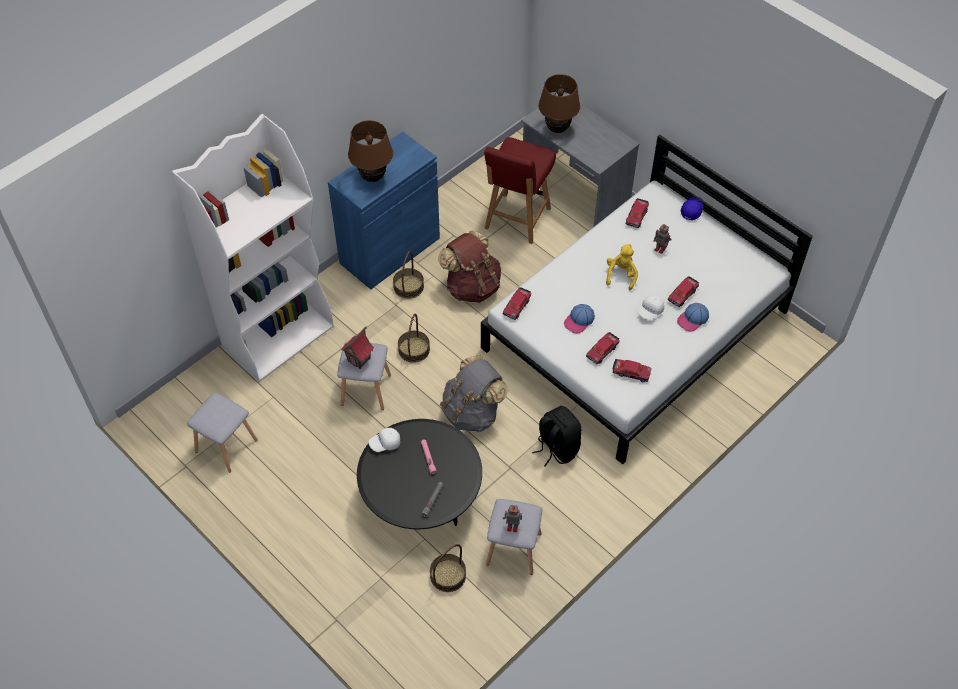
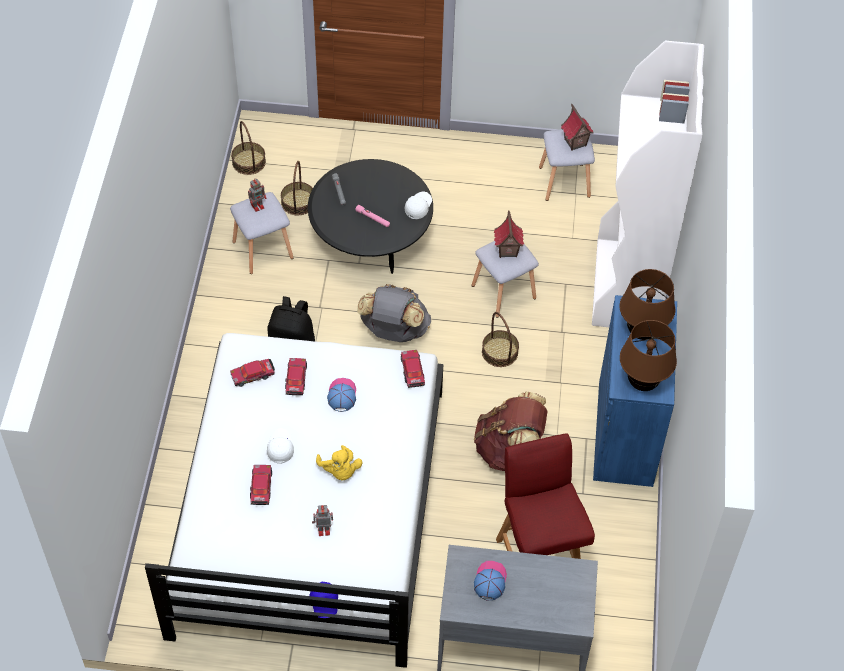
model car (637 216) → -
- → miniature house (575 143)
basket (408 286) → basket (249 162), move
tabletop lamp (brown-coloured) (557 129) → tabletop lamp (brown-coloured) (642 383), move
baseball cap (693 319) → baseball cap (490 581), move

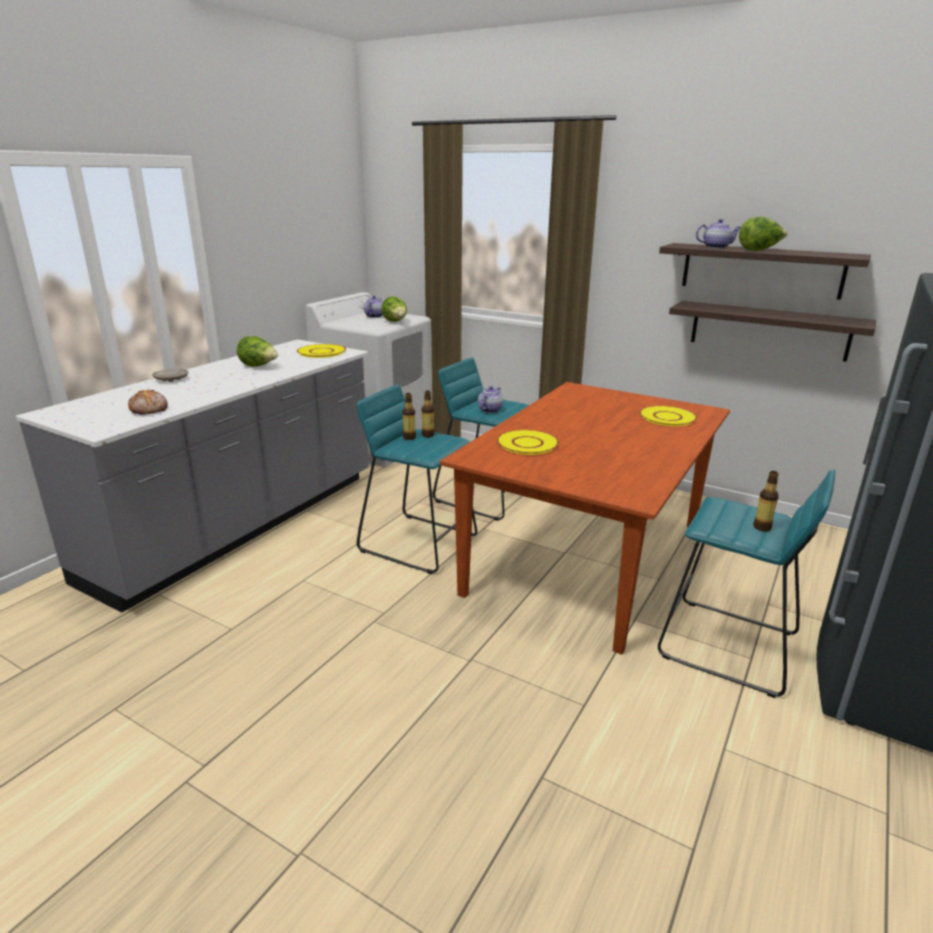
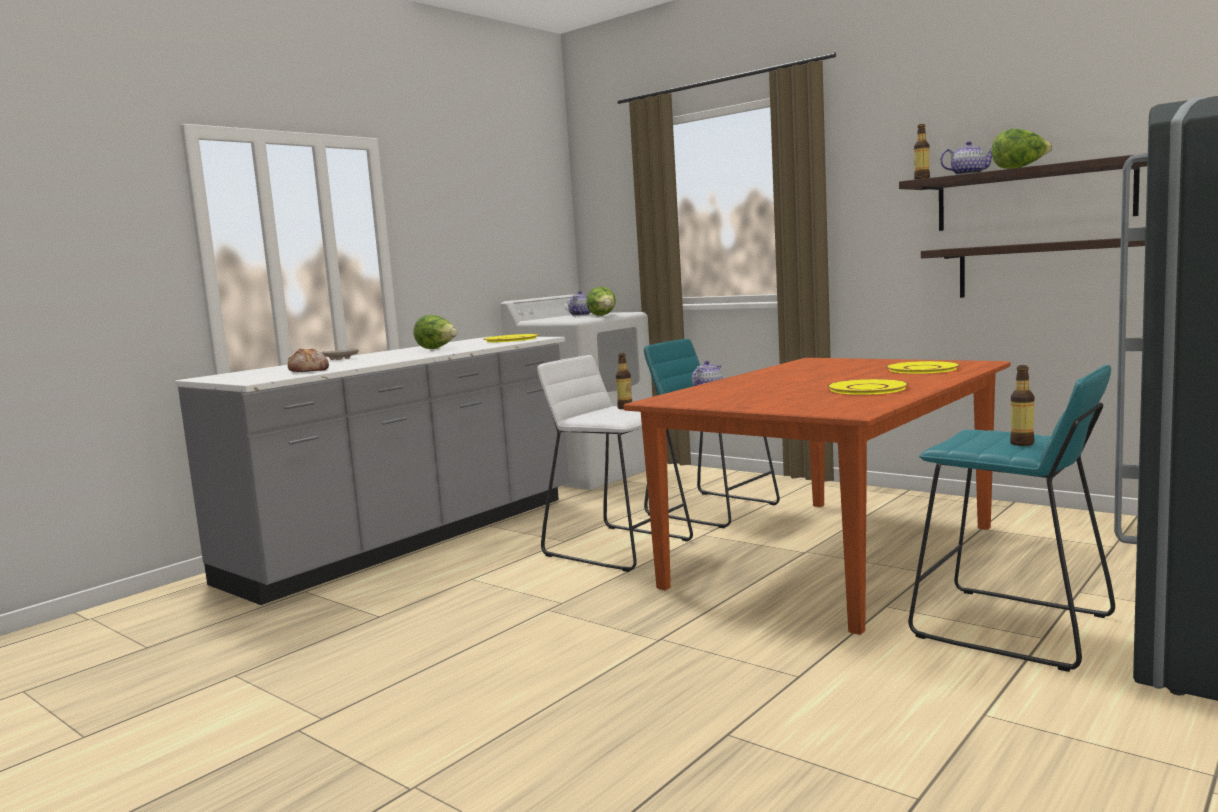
drink bottle (409 437) → drink bottle (921 179), move
plate (yellow) (527 443) → plate (yellow) (867 388), move
stool (blue-green) (418 542) → stool (white) (618 547)

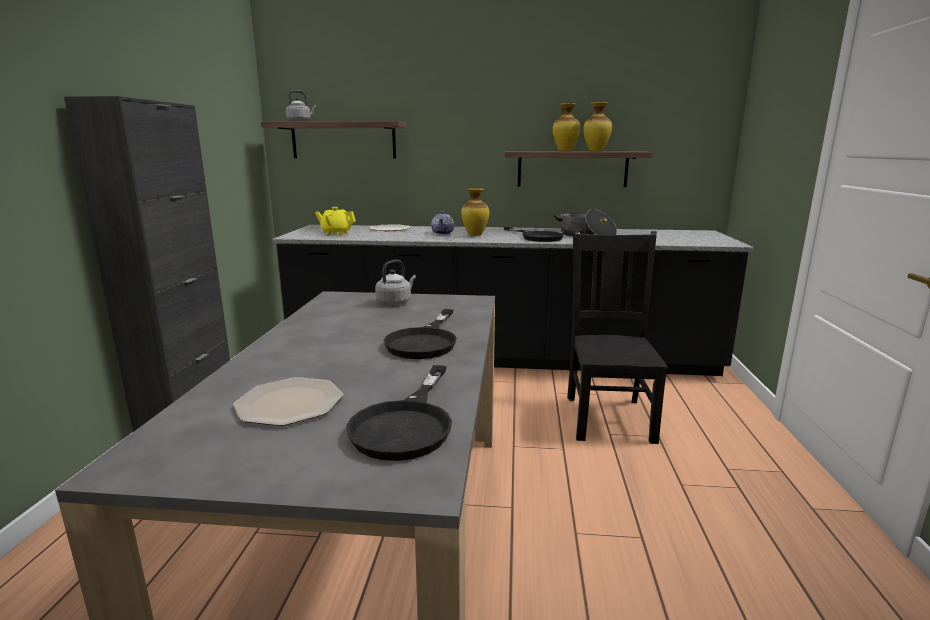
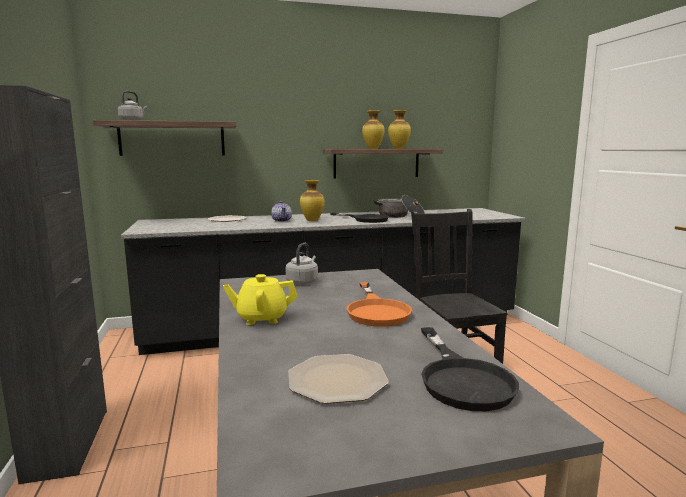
pot for tea (yellow) (336 233) → pot for tea (yellow) (261 318), move
frying pan (black-coloured) (425 341) → frying pan (orange) (376 310)

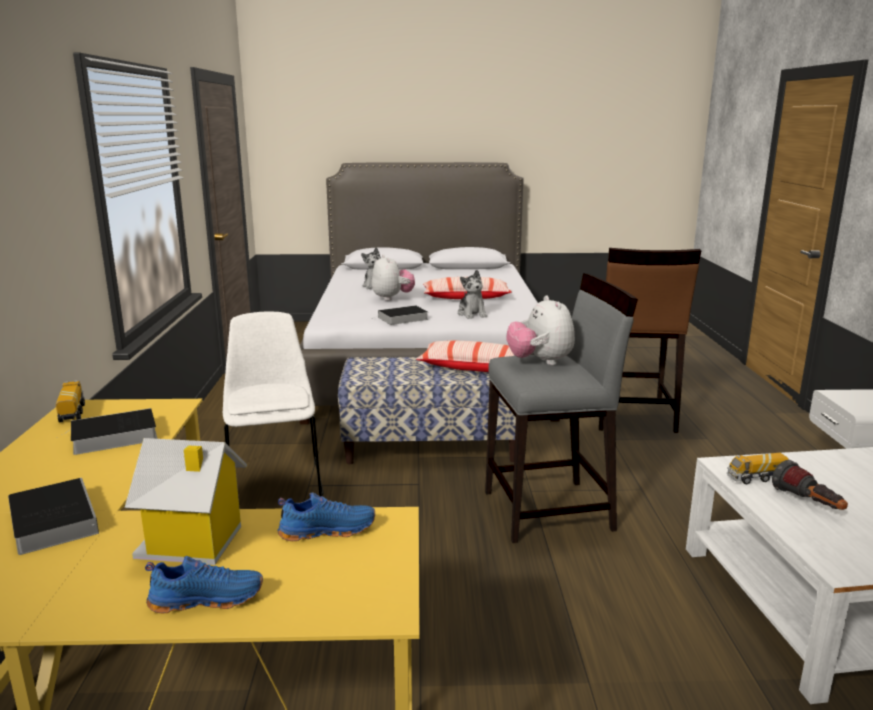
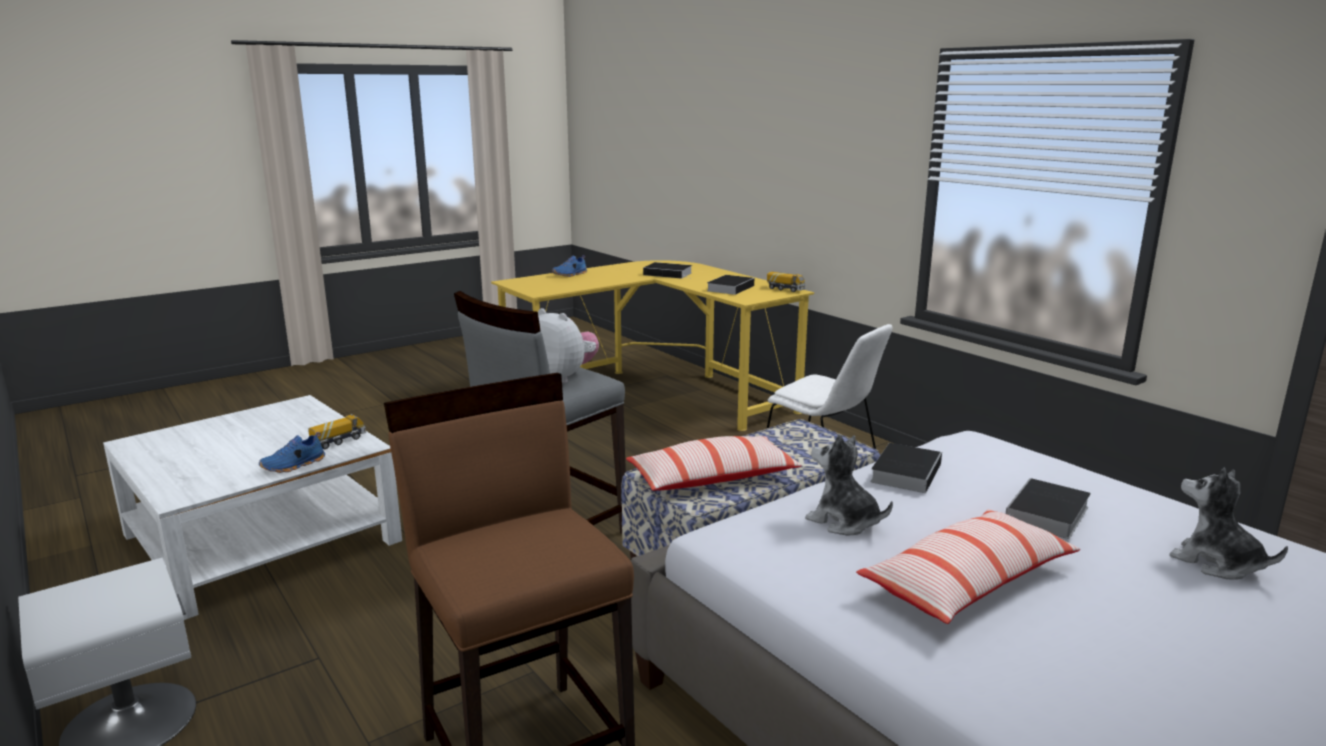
miniature house (193 543) → -
torch (808 504) → -
shoe (blue) (327 530) → shoe (blue) (294 465), move
plush toy (392 298) → volume (1047 515)

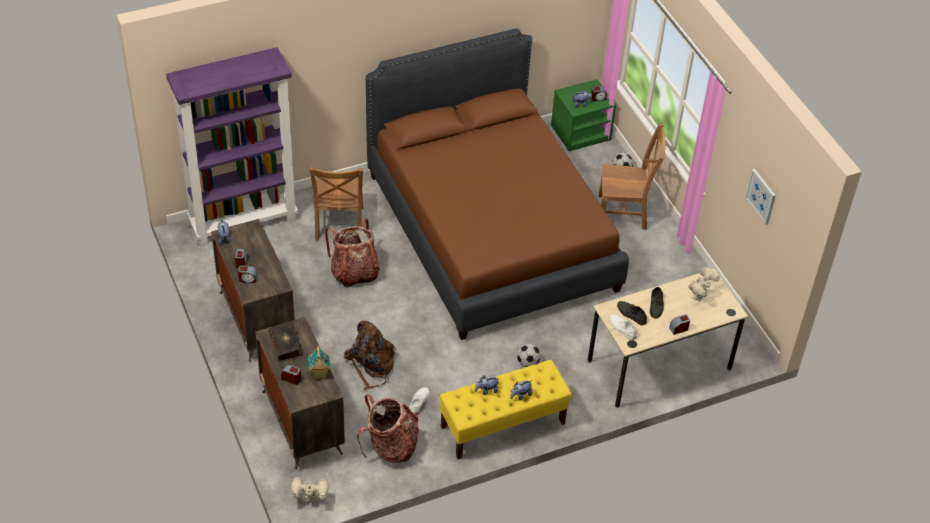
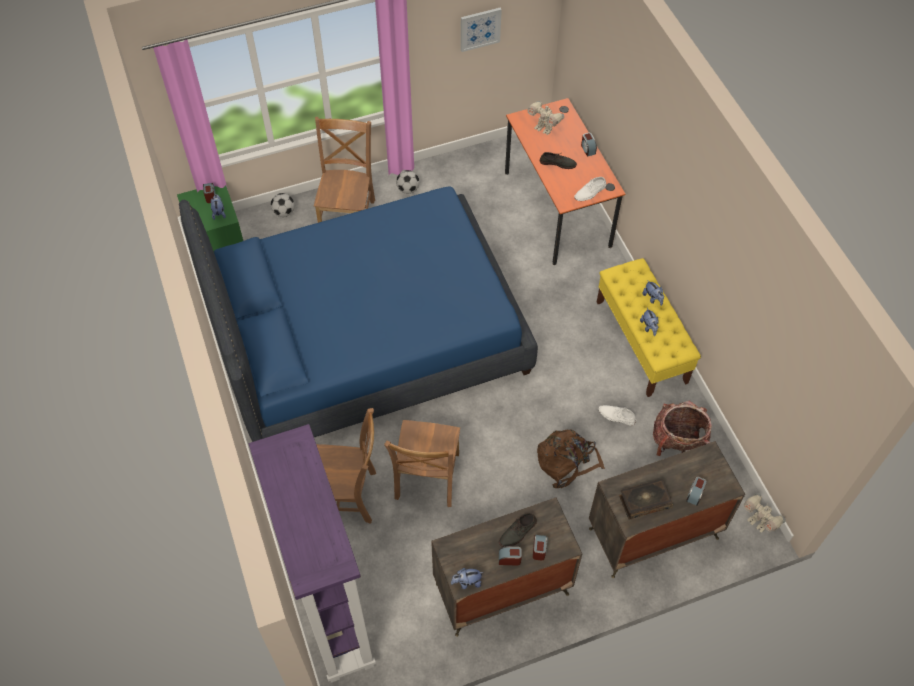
miniature house (319 375) → -
football ball (528 363) → football ball (408 189), move
shoe (grey) (631 314) → shoe (grey) (518 532), move
backpack (354 272) → upright chair (brown-coloured) (426 479)
sleeping bed (brown-coloured) (491 231) → sleeping bed (blue) (367 337)
desk table (beige) (659 365) → desk table (orange) (557 209)
toy robot (310 501) → toy robot (758 522), 45 degrees counterclockwise

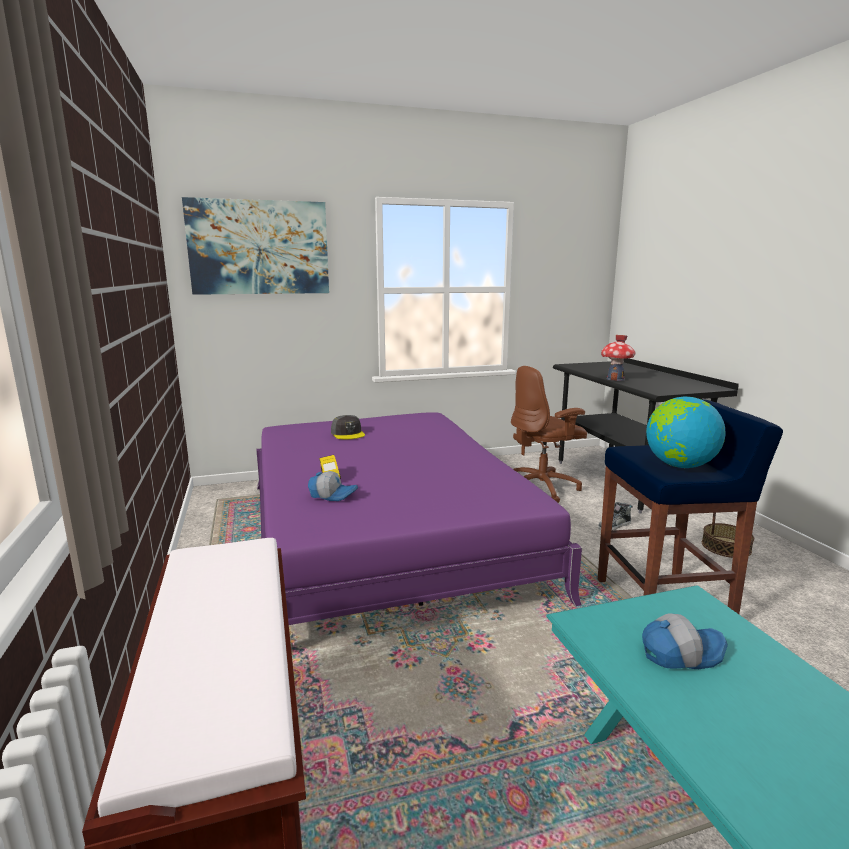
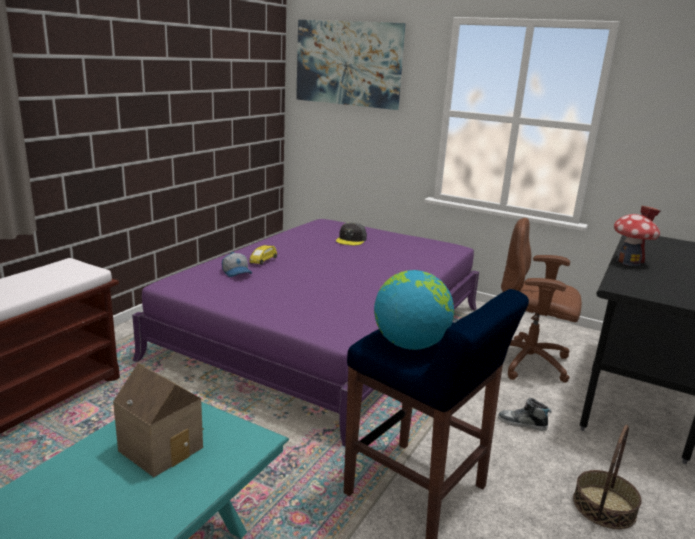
baseball cap (680 653) → miniature house (164 447)

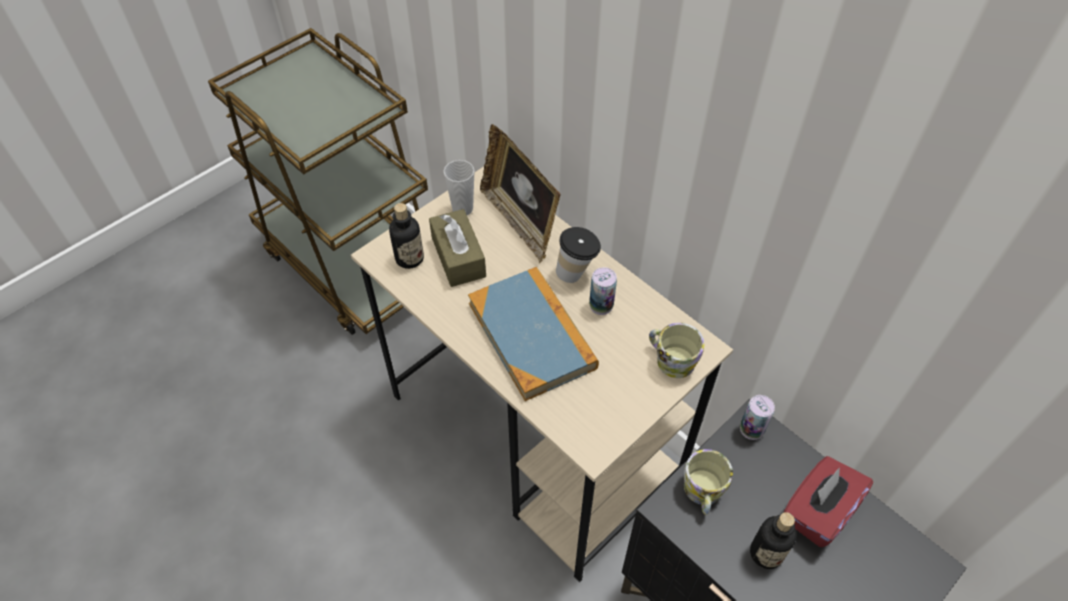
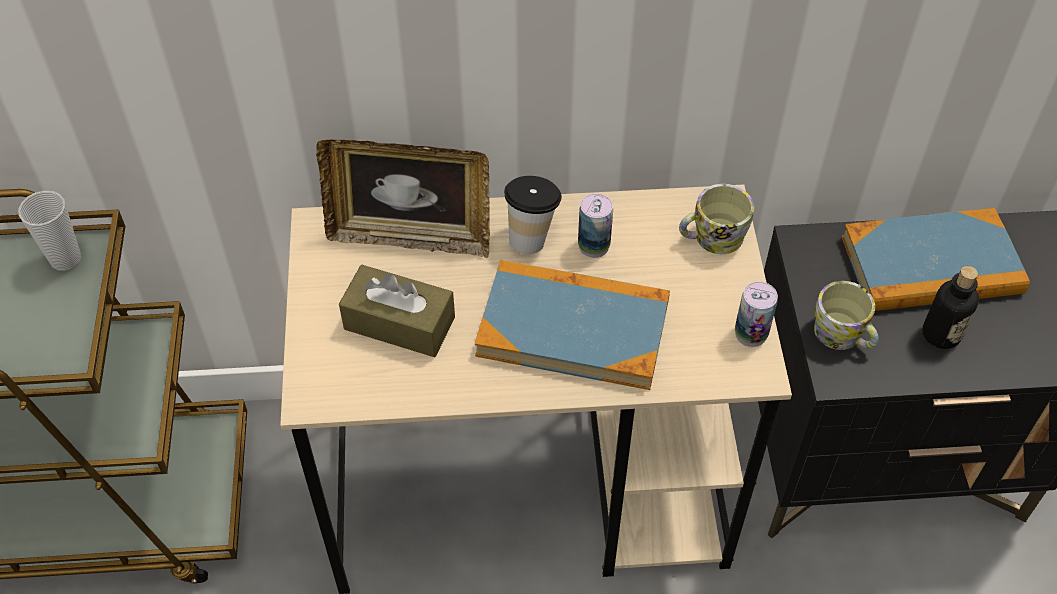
drink bottle (409 258) → -
cup (462 209) → cup (65 259), move
metal can (751 429) → metal can (751 334), move
tissue holder (red) (818 511) → volume (931 266)

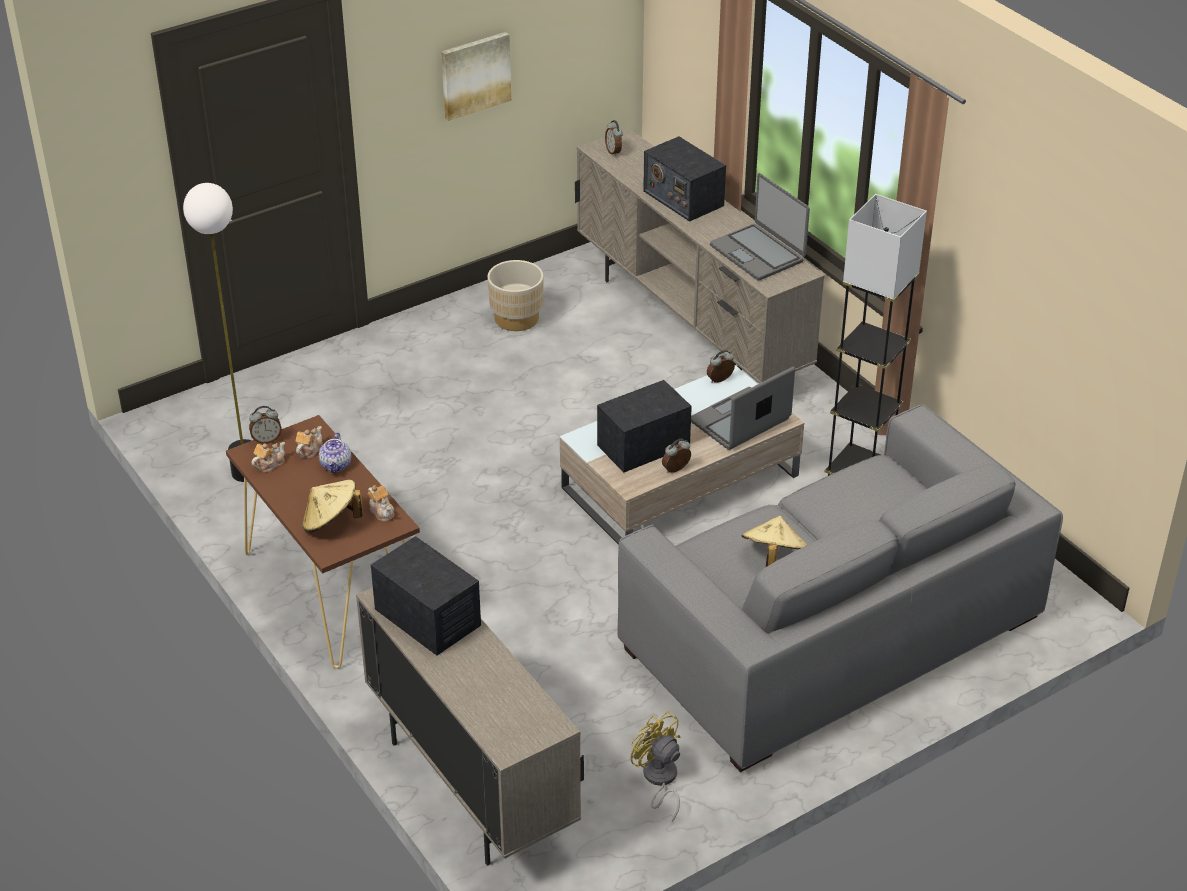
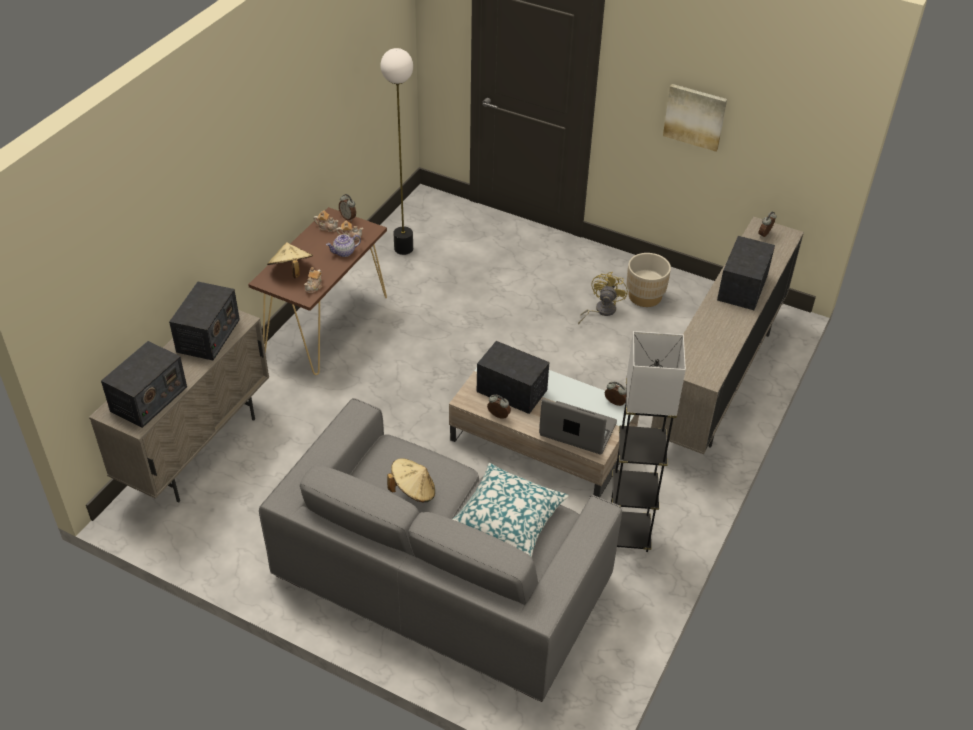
portable computer (758 253) → -
- → radio (148 399)
- → throw pillow (508 518)
electric fan (yellow) (659 780) → electric fan (yellow) (601 310), move

